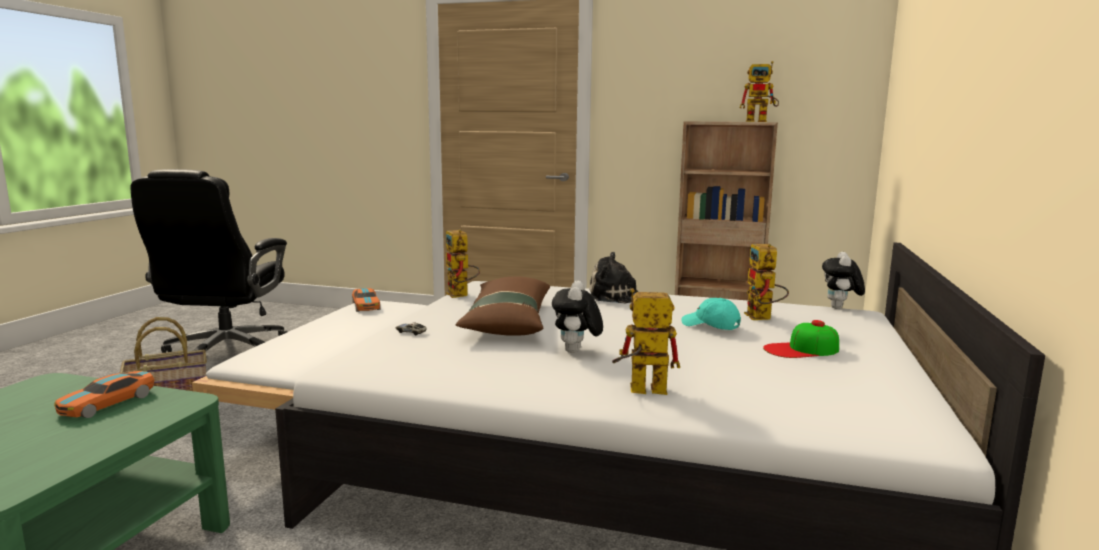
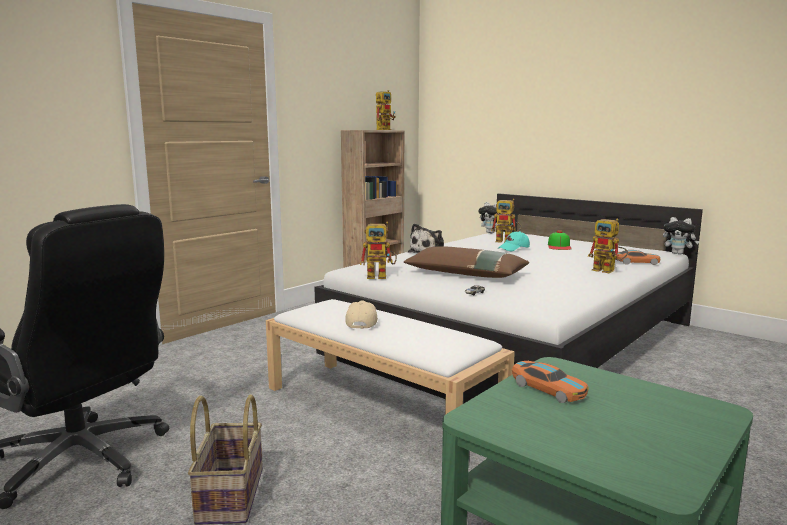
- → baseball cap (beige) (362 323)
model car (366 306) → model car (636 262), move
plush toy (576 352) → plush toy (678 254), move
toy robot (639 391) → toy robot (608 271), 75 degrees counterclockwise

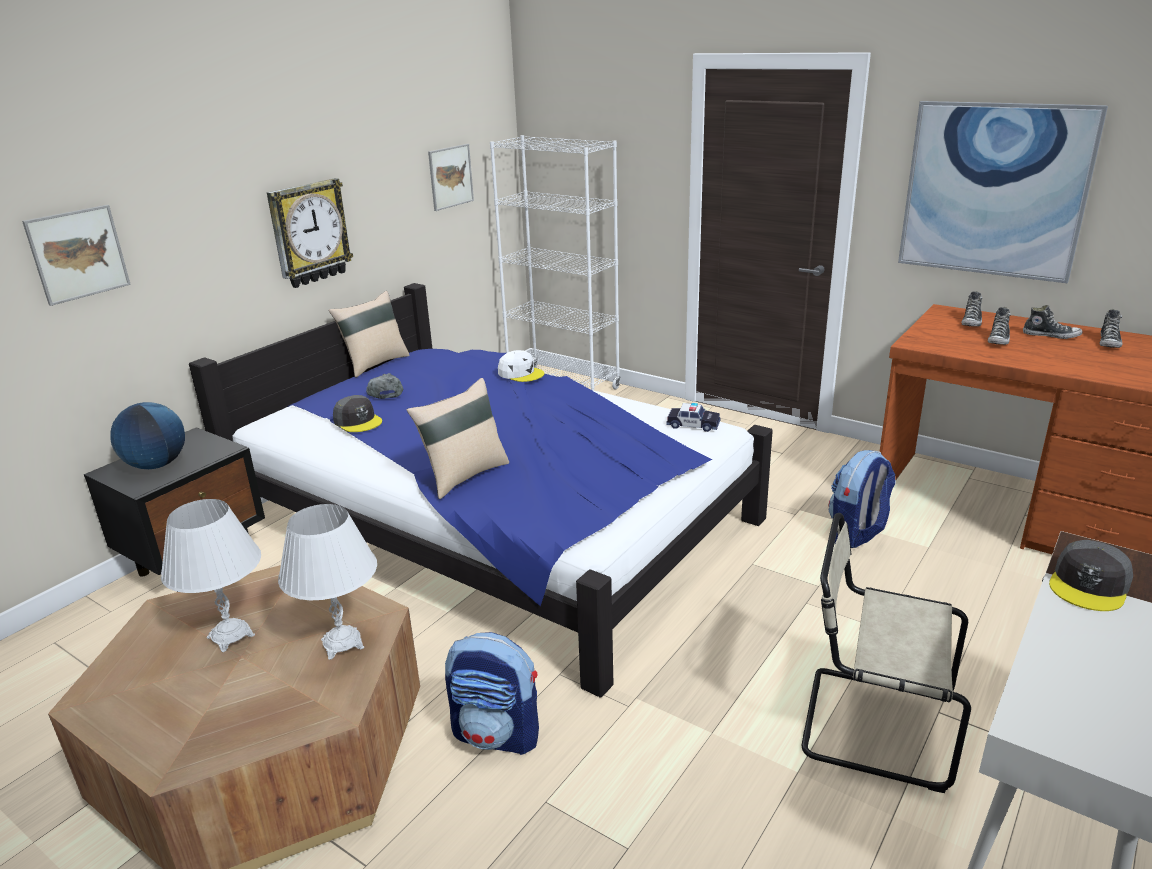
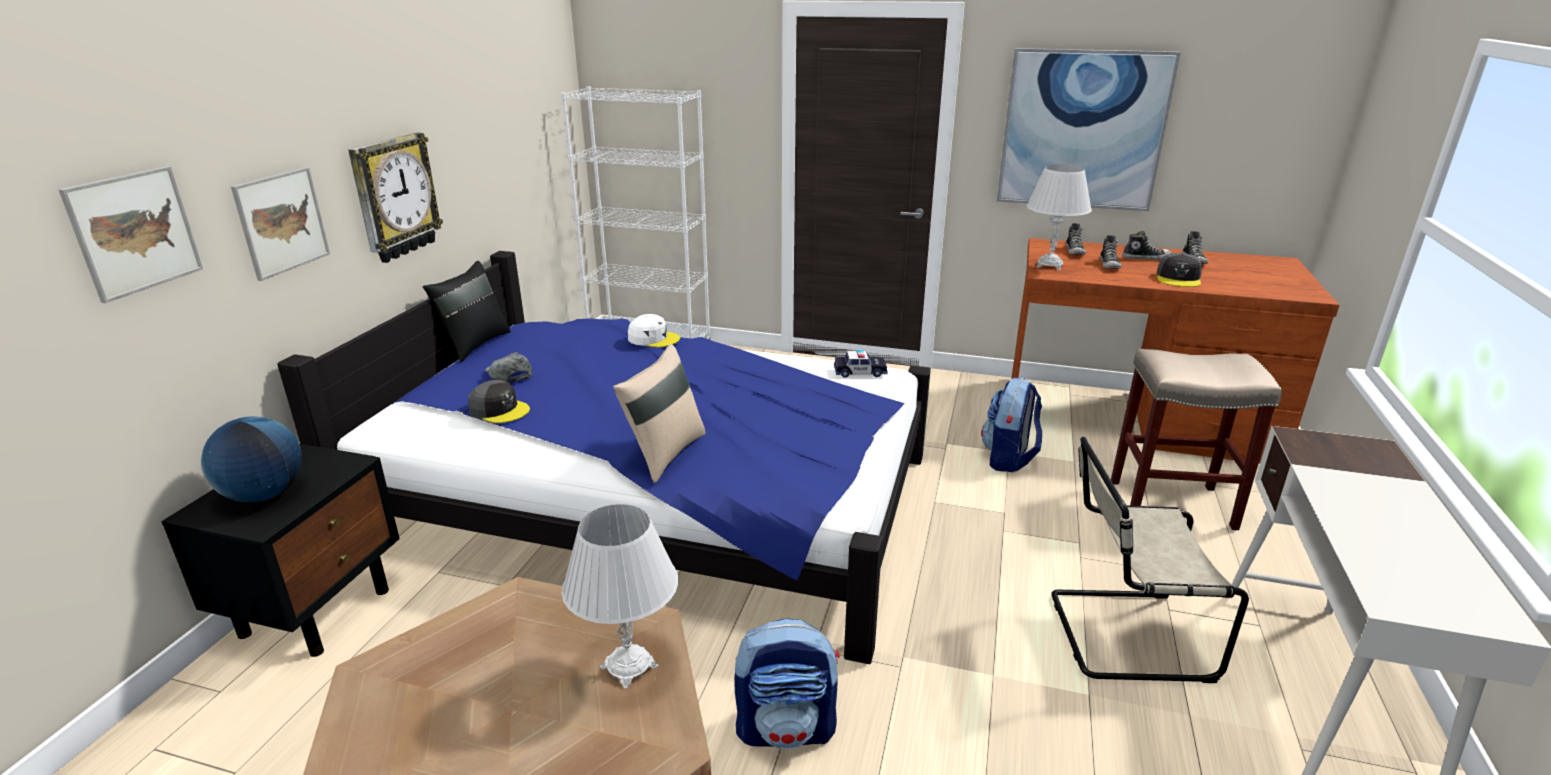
- → stool (beige) (1170 504)
tabletop lamp (white) (231 636) → tabletop lamp (white) (1049 265), move
wall art (450 176) → wall art (282 222), move
baseball cap (grey) (1089 585) → baseball cap (grey) (1178 278), move
throw pillow (beige) (374 364) → throw pillow (black-coloured) (474 344)

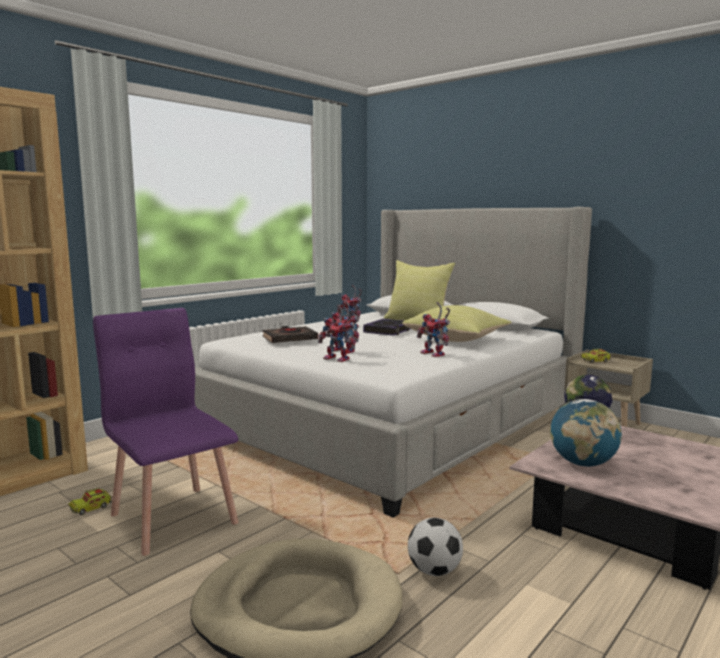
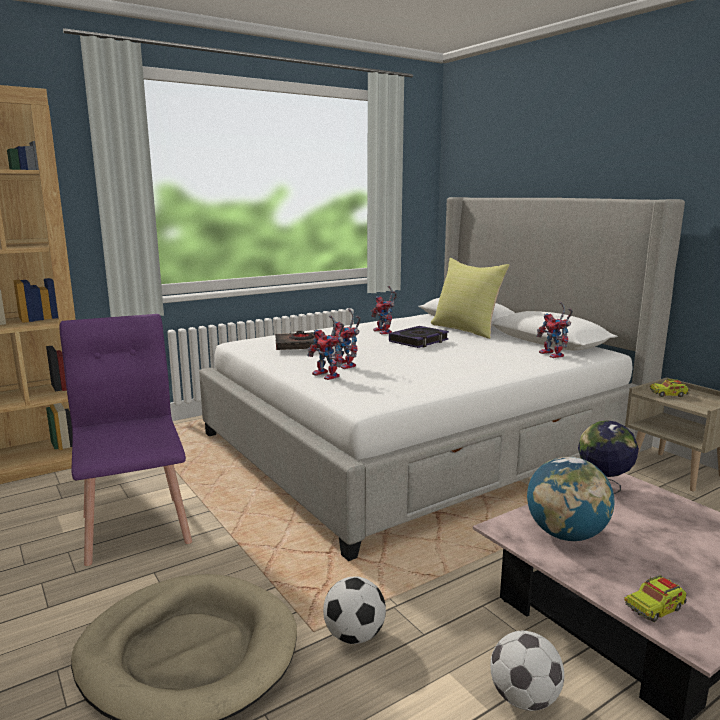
throw pillow (yellow) (457 340) → -
- → football ball (524 698)
toy lorry (91 508) → toy lorry (654 608), move
toy robot (435 354) → toy robot (554 355), move

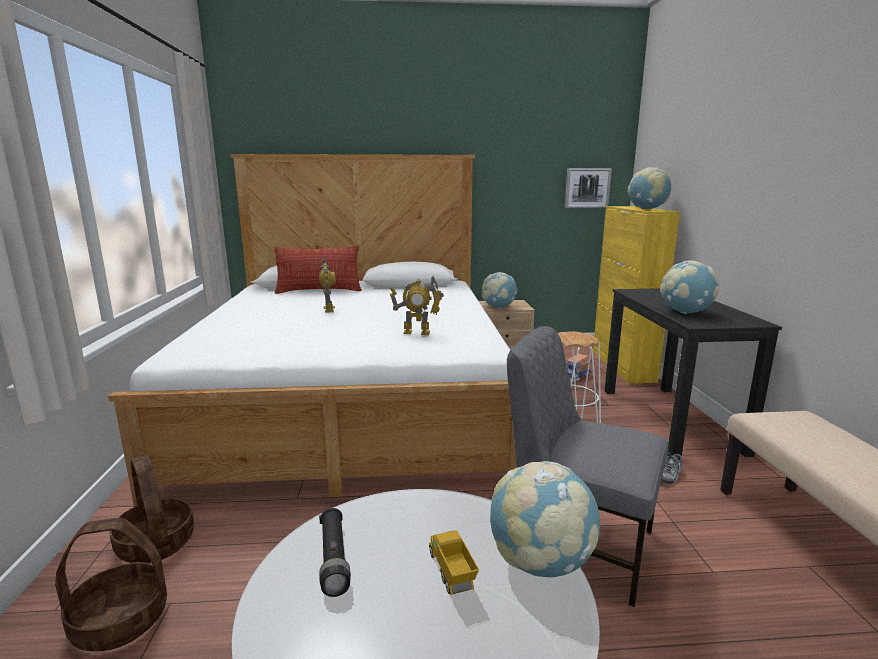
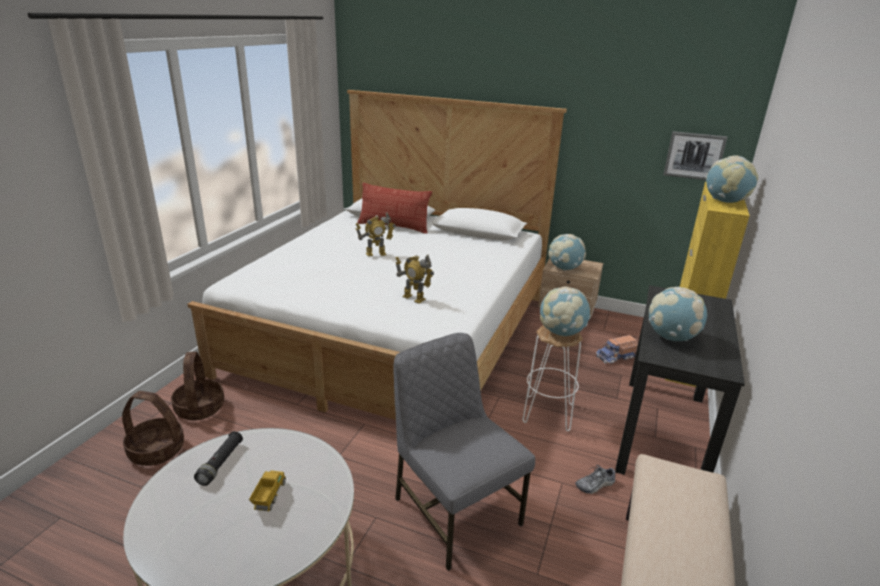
globe (540 562) → globe (561 332), move
toy robot (329 309) → toy robot (376 254), 60 degrees clockwise

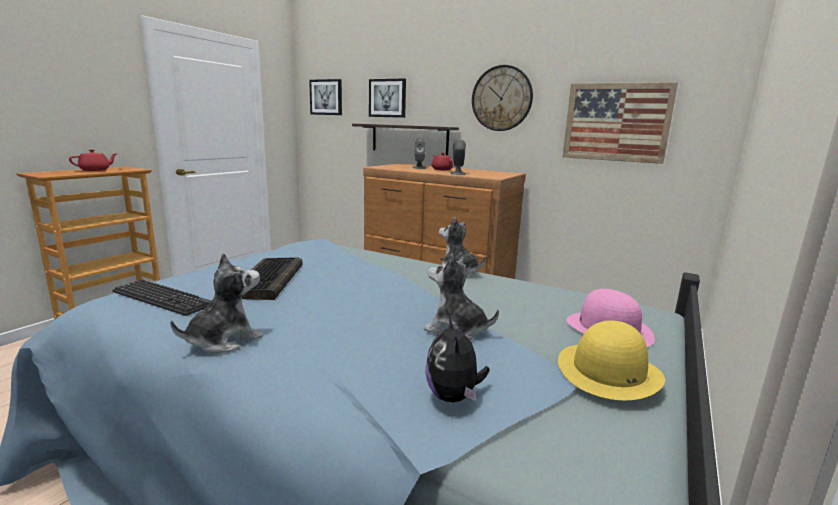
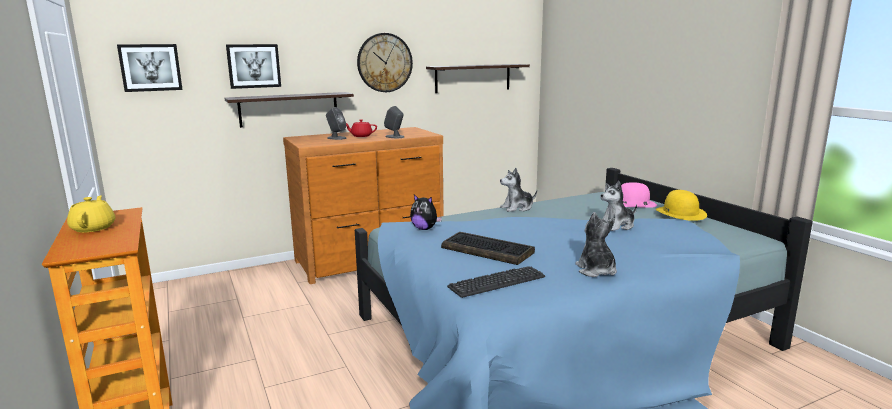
plush toy (453 397) → plush toy (424 229), move
wall art (616 122) → wall shelf (473 78)
pot for tea (red) (95 170) → pot for tea (yellow) (94 228)

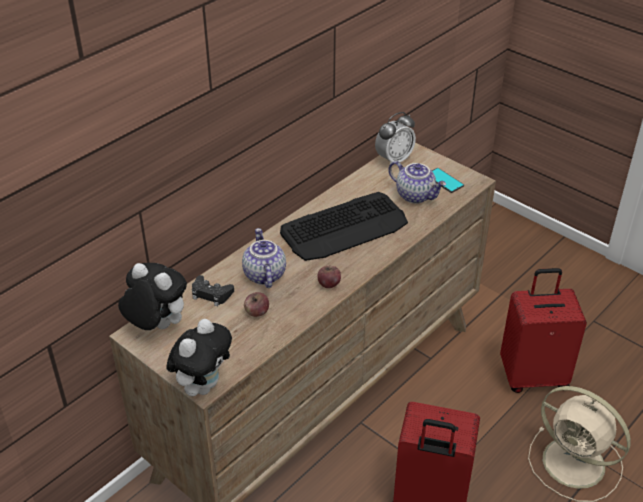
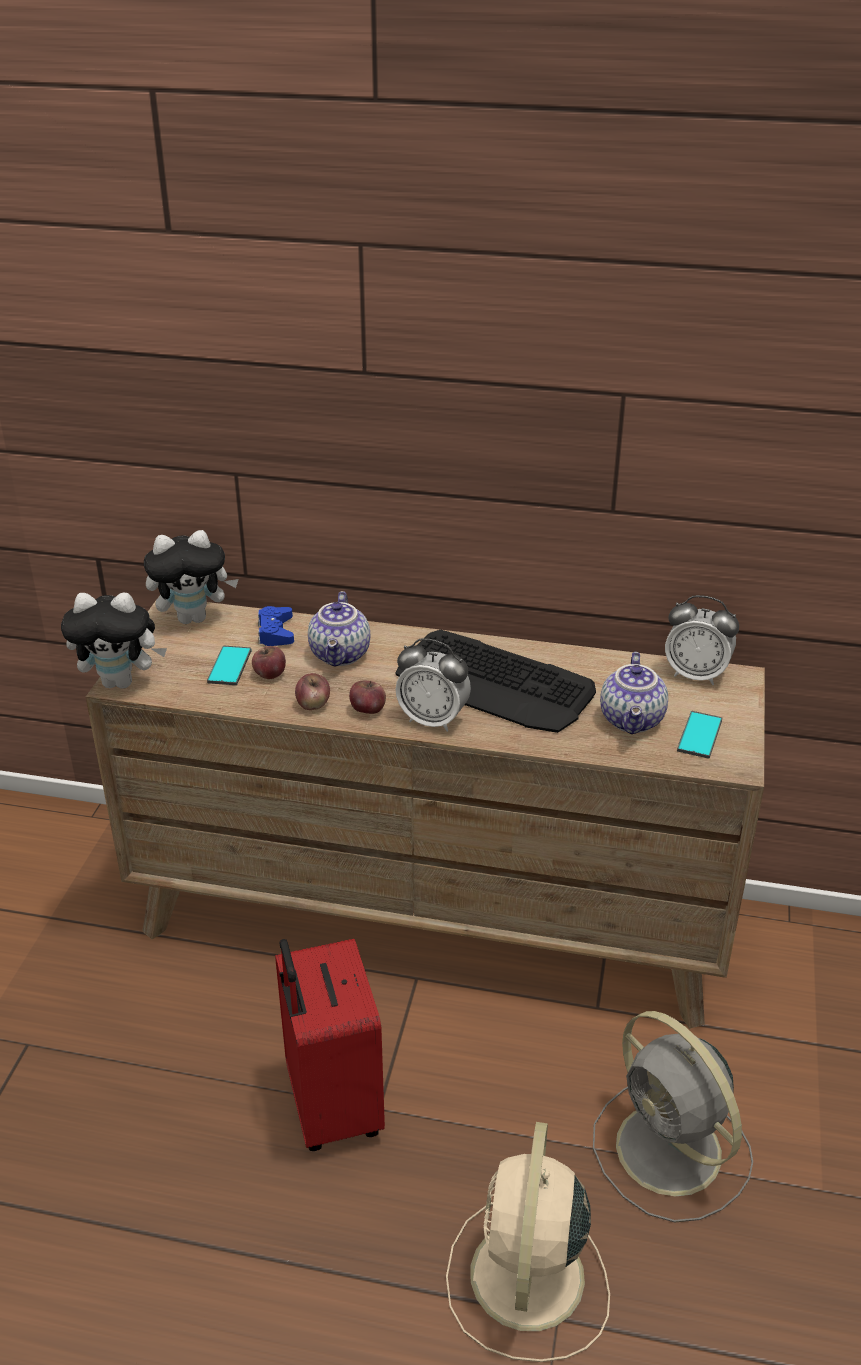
- → telephone (229 666)
- → apple (313 704)
- → bedside clock (433 720)
suitcase (red) (533 376) → electric fan (grey) (672 1153)
game controller (black-coloured) (211 294) → game controller (blue) (275 632)
plush toy (156 326) → plush toy (194 618), 75 degrees clockwise
pot for tea (263 275) → pot for tea (341 655), 135 degrees clockwise

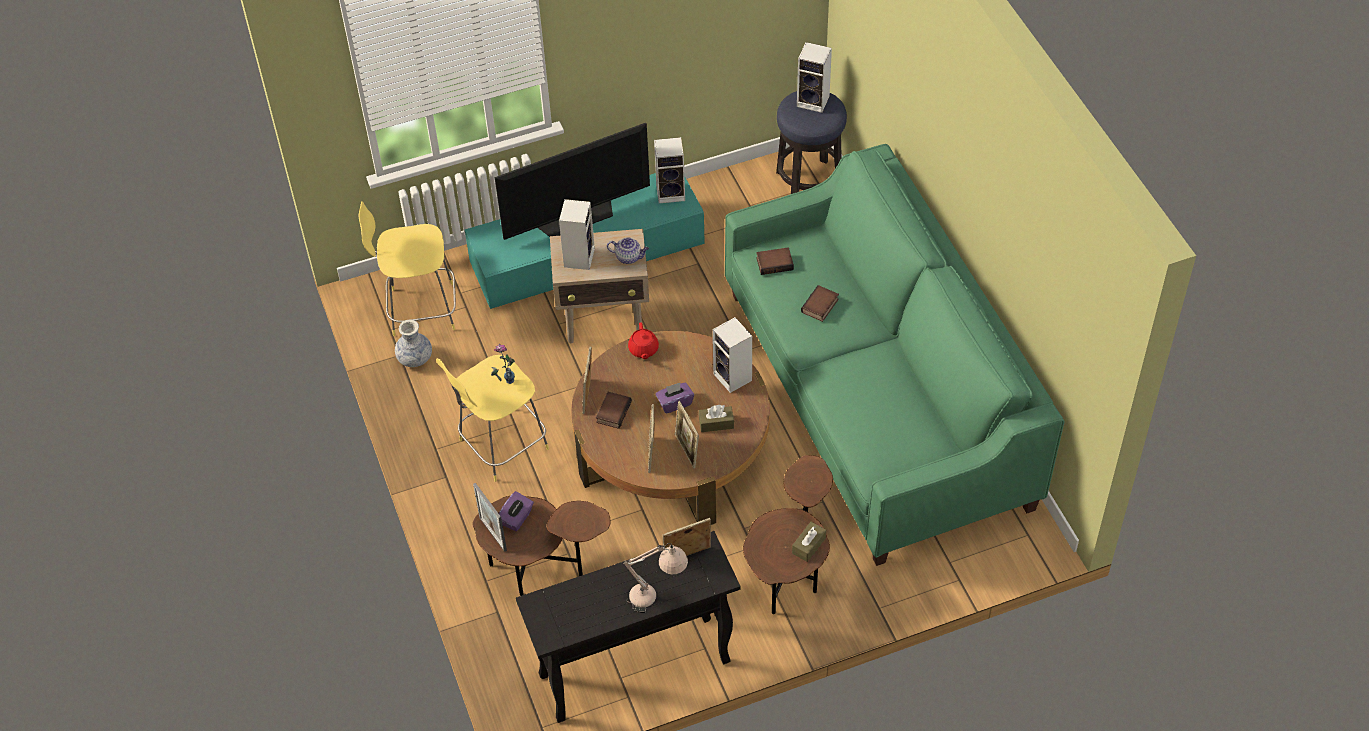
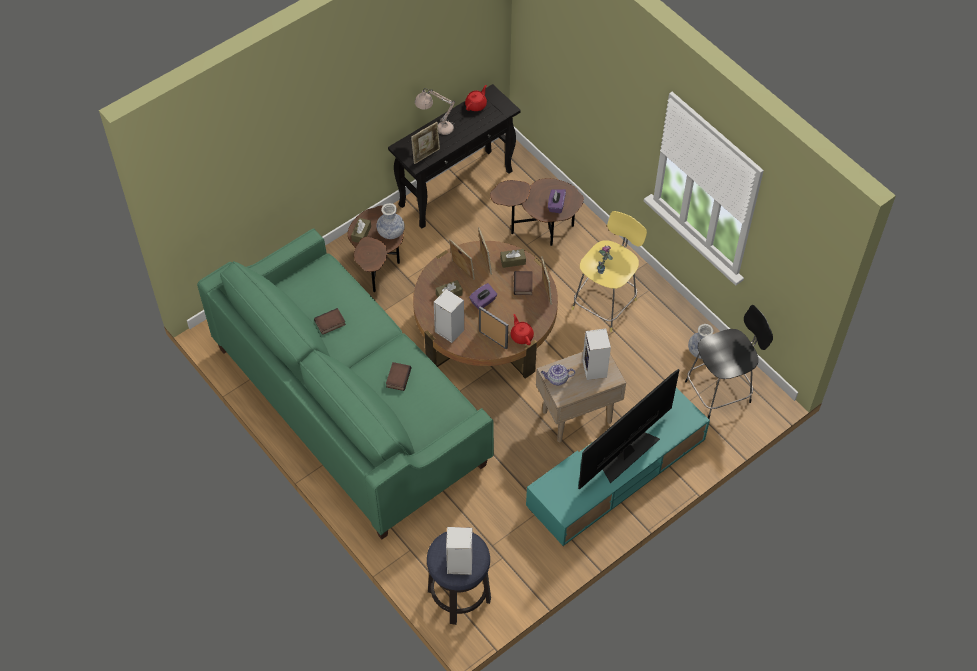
loudspeaker (672 192) → -
- → decorative vase (391 232)
- → pot for tea (red) (476 105)
- → tissue holder (brown-coloured) (513 261)
picture frame (493 534) → picture frame (493 339), move
volume (775 263) → volume (330 323), move
stool (yellow) (420 309) → stool (black-coloured) (720 391)

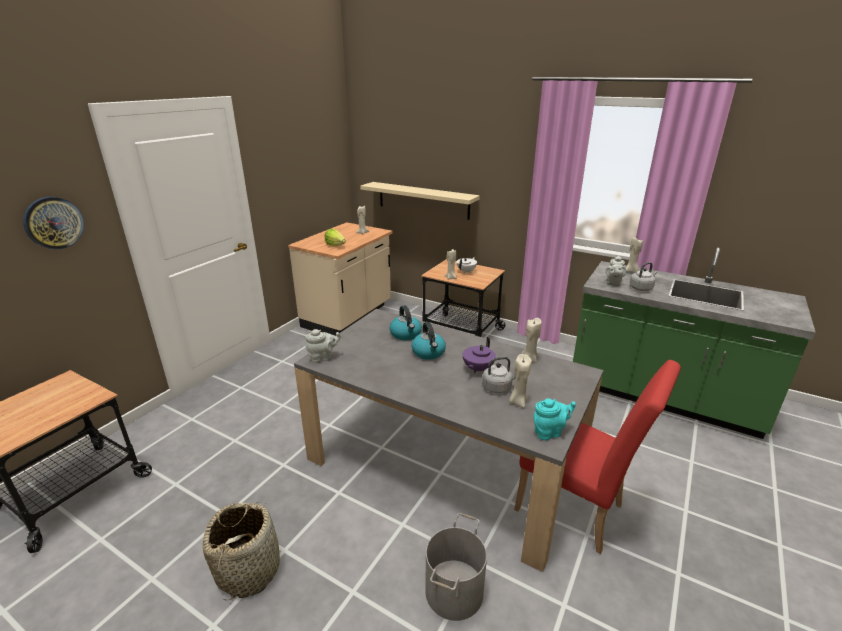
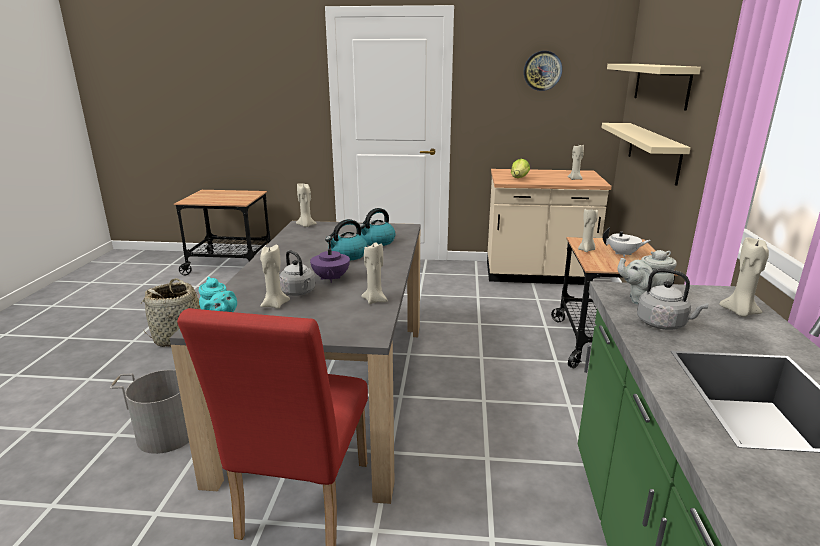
- → wall shelf (beige) (660 84)
clock on the wall (54 223) → clock on the wall (542 70), move
pot for tea (grey) (323 358) → candle (beige) (306 225)
pot for tea (purple-coloured) (477 369) → pot for tea (purple-coloured) (330 279), 105 degrees counterclockwise

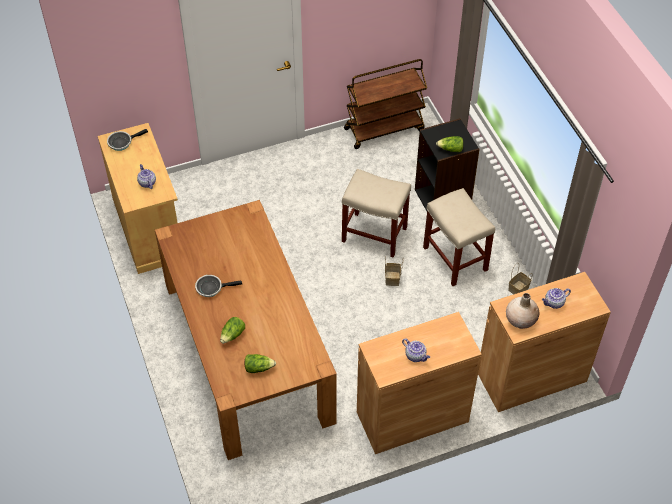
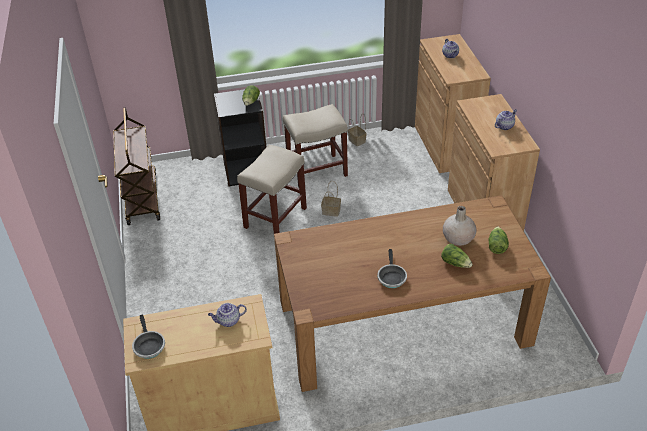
decorative vase (beige) (520 319) → decorative vase (beige) (457 239), move

